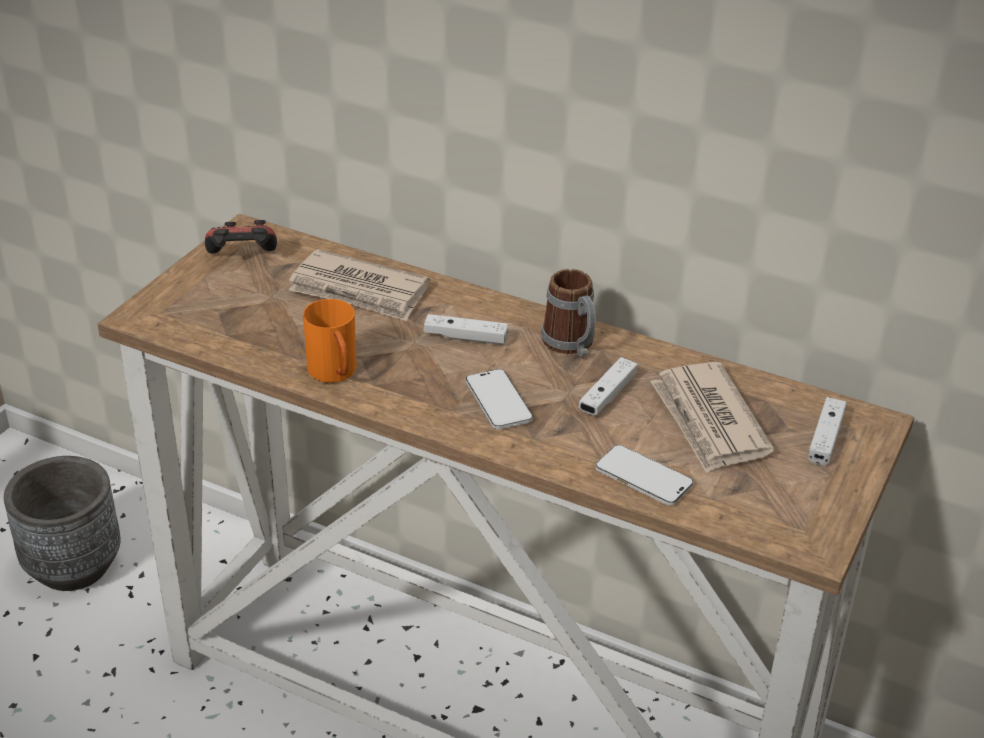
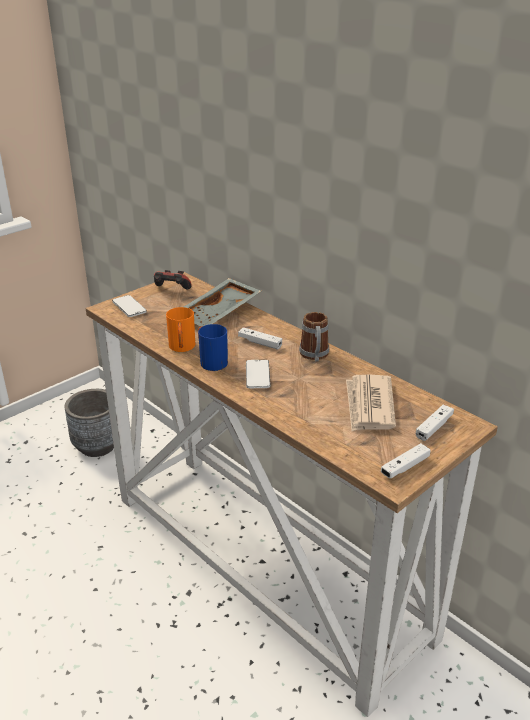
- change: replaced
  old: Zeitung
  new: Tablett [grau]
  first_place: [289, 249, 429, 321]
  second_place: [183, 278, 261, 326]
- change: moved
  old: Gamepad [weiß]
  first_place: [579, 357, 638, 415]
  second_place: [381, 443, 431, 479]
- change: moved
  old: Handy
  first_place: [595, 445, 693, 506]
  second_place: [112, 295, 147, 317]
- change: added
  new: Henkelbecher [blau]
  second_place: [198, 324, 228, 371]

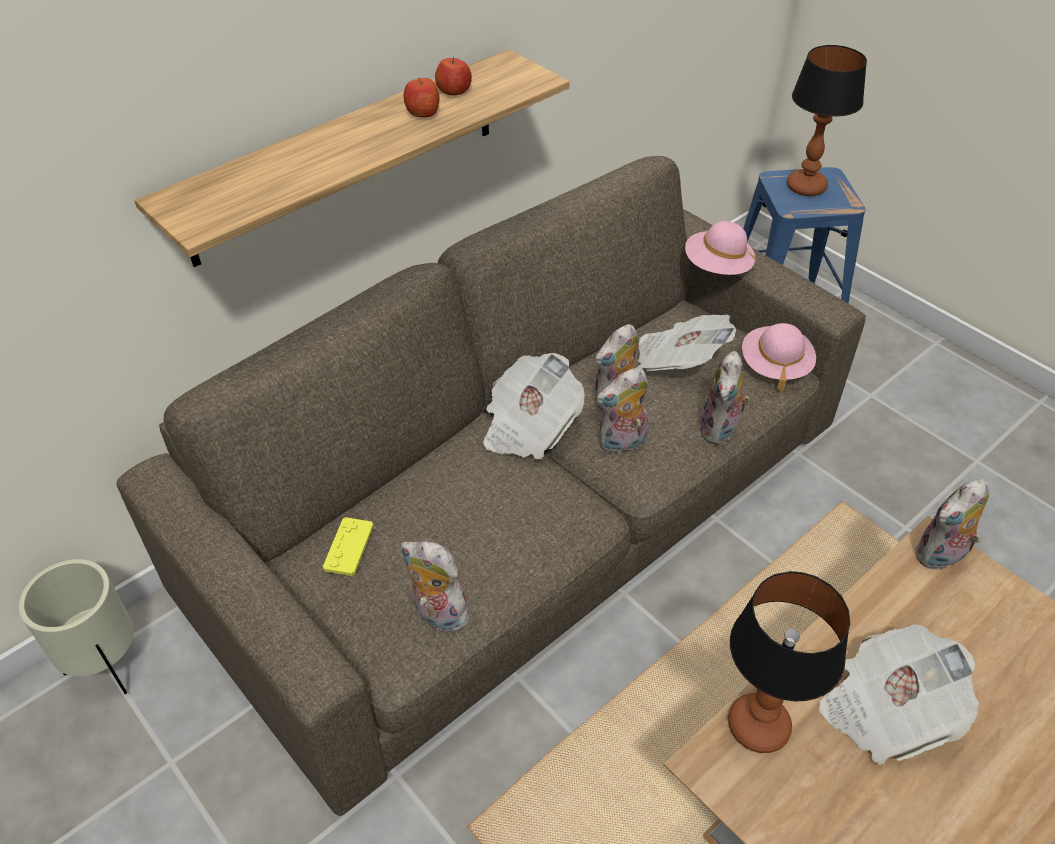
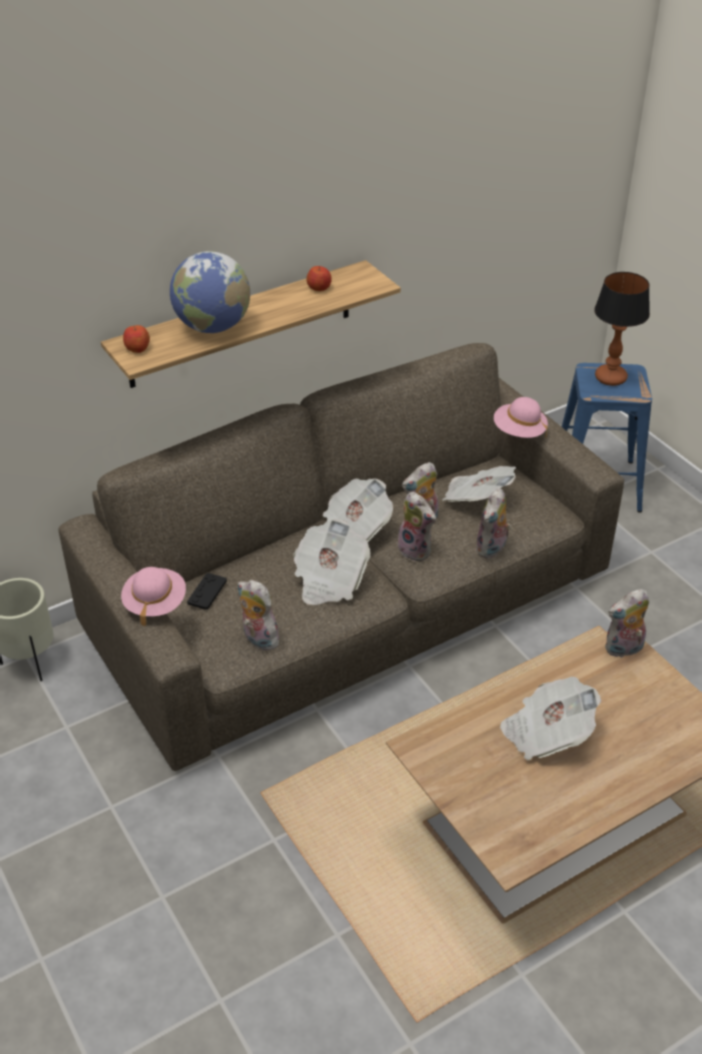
- change: recoloured
  old: Gamepad [gelb]
  new: Gamepad [schwarz]
  first_place: [323, 517, 374, 576]
  second_place: [187, 573, 227, 610]
- change: moved
  old: Apfel
  first_place: [404, 77, 440, 117]
  second_place: [123, 325, 150, 353]
- change: turned
  old: Plüschtier
  first_place: [597, 367, 648, 454]
  second_place: [398, 492, 436, 562]
  degrees: -120
- change: removed
  old: Tischlampe
  first_place: [728, 571, 850, 753]
- change: moved
  old: Hut [rosa]
  first_place: [742, 323, 816, 392]
  second_place: [121, 567, 186, 626]
- change: added
  new: Globus
  second_place: [170, 251, 250, 333]
- change: added
  new: Zeitung
  second_place: [293, 519, 371, 605]

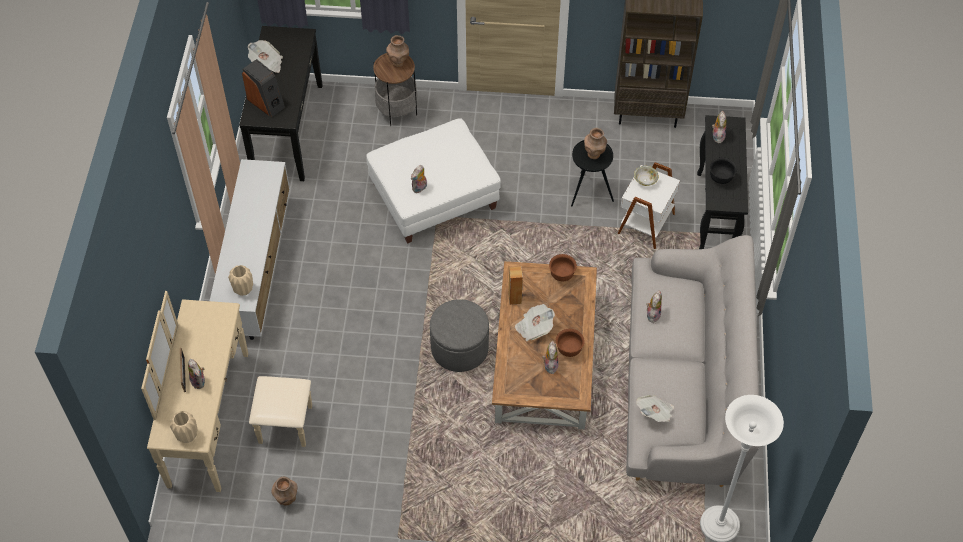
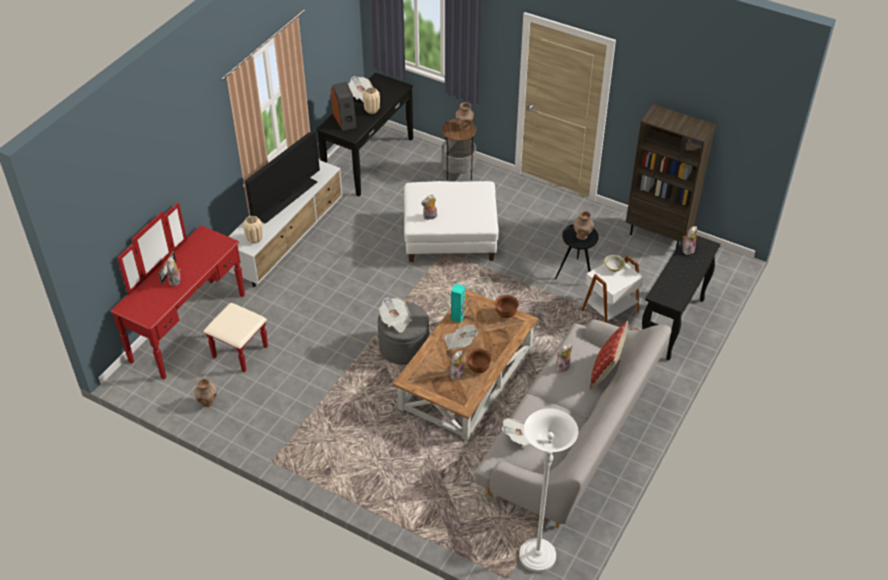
- change: recoloured
  old: Kommode [beige]
  new: Kommode [rot]
  first_place: [141, 291, 312, 492]
  second_place: [110, 202, 268, 379]
- change: moved
  old: Vase [beige]
  first_place: [170, 411, 197, 443]
  second_place: [363, 87, 380, 114]
- change: recoloured
  old: Lautsprecher [braun]
  new: Lautsprecher [türkis]
  first_place: [508, 266, 523, 305]
  second_place: [451, 284, 465, 323]
- change: removed
  old: Schüssel [schwarz]
  first_place: [710, 157, 737, 184]
- change: added
  new: Fernseher
  second_place: [245, 132, 320, 224]
- change: added
  new: Zeitung
  second_place: [379, 297, 412, 333]
- change: added
  new: Kissen
  second_place: [590, 321, 628, 390]

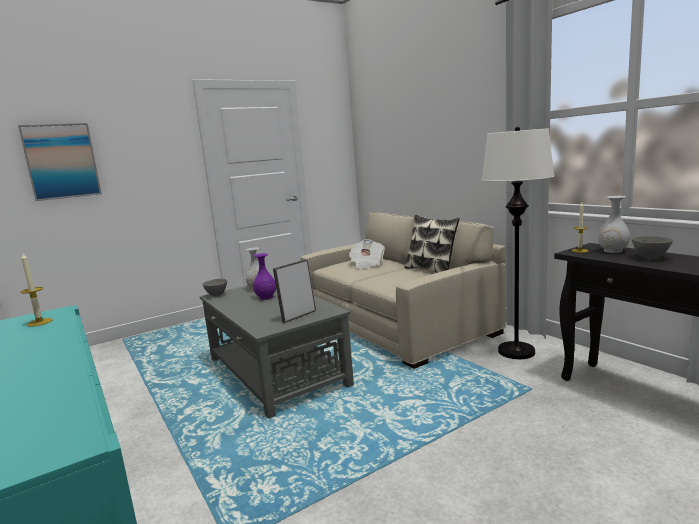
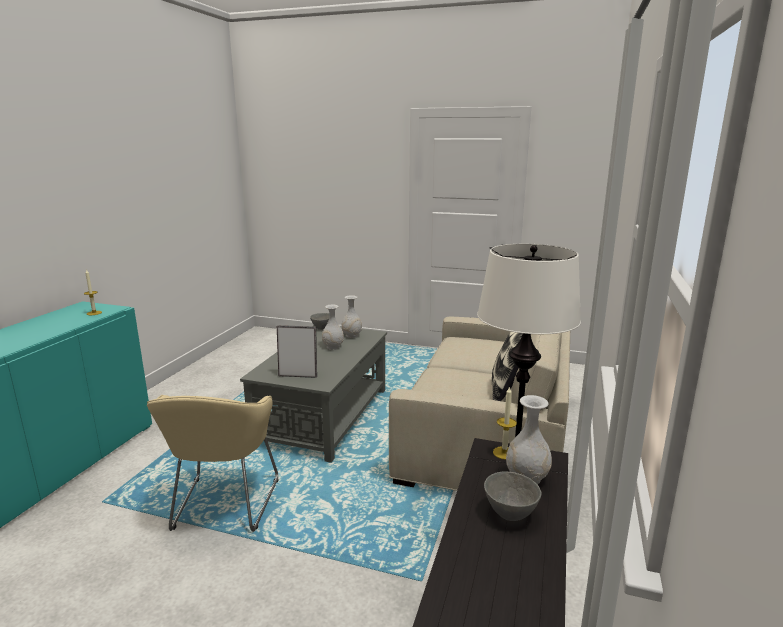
- change: removed
  old: Bild
  first_place: [18, 123, 102, 201]
- change: recoloured
  old: Vase [lila]
  new: Vase [weiß]
  first_place: [253, 253, 276, 300]
  second_place: [322, 304, 344, 349]
- change: removed
  old: Zeitung
  first_place: [349, 239, 385, 269]
- change: added
  new: Sessel [beige]
  second_place: [147, 395, 279, 532]

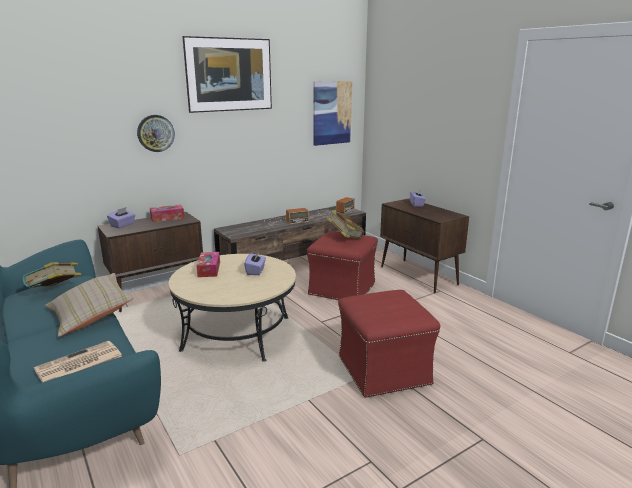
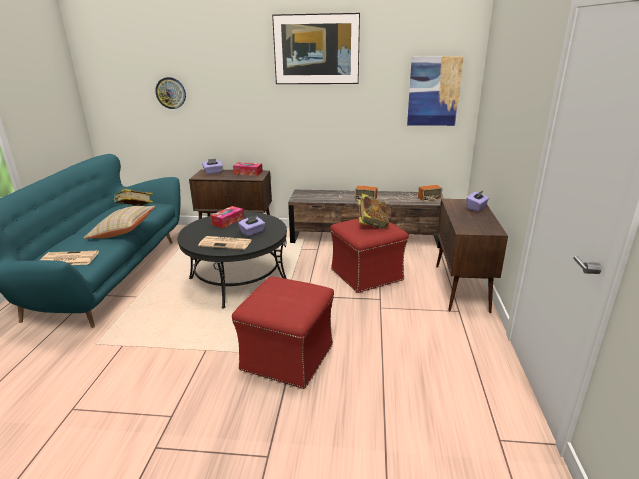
- change: moved
  old: Wanduhr
  first_place: [137, 115, 175, 152]
  second_place: [155, 77, 186, 109]
- change: recoloured
  old: Couchtisch [beige]
  new: Couchtisch [schwarz]
  first_place: [169, 254, 296, 362]
  second_place: [177, 212, 287, 309]
- change: added
  new: Zeitung
  second_place: [198, 236, 252, 250]

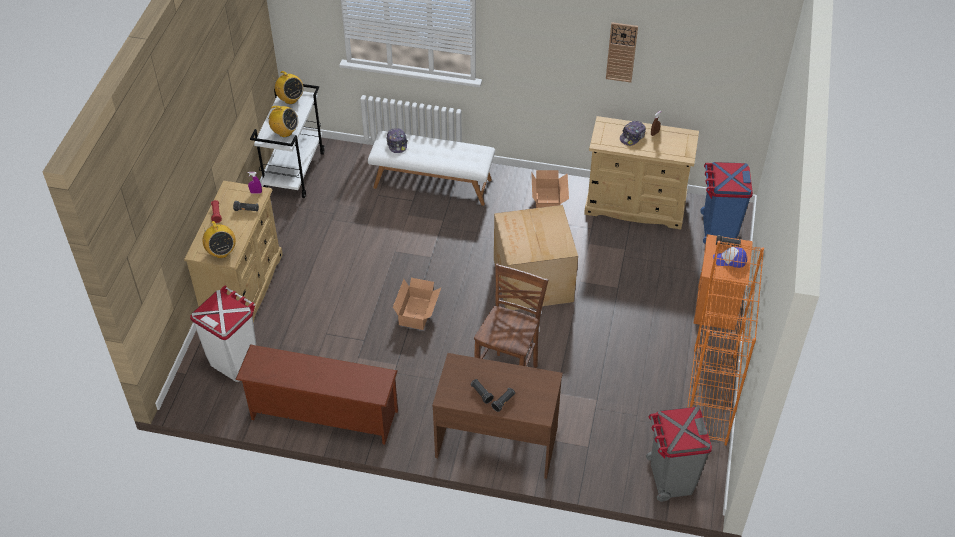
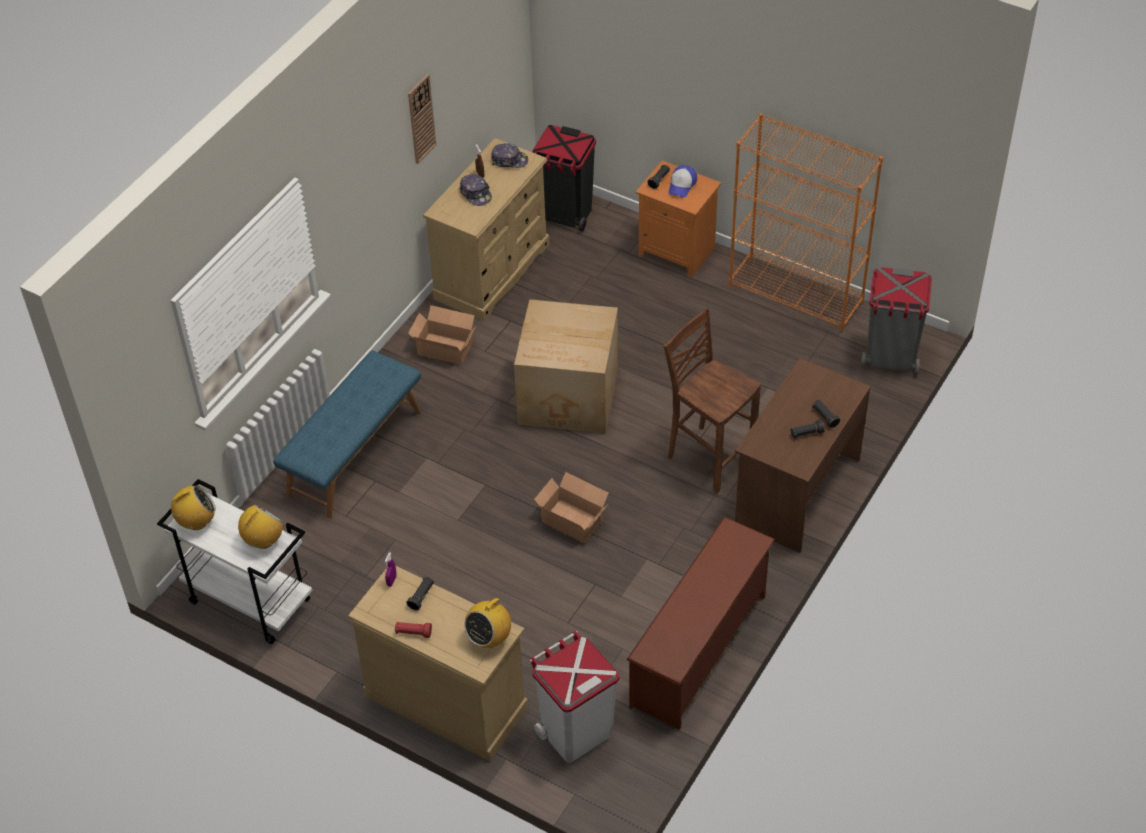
- change: turned
  old: Radio
  first_place: [202, 221, 236, 258]
  second_place: [464, 592, 511, 648]
  degrees: 135
- change: recoloured
  old: Bank [weiß]
  new: Bank [blau]
  first_place: [368, 131, 495, 206]
  second_place: [273, 350, 421, 518]
- change: moved
  old: Kappe
  first_place: [386, 128, 408, 153]
  second_place: [491, 143, 528, 168]
- change: recoloured
  old: Mülleimer [blau]
  new: Mülleimer [schwarz]
  first_place: [700, 162, 753, 244]
  second_place: [532, 125, 596, 231]

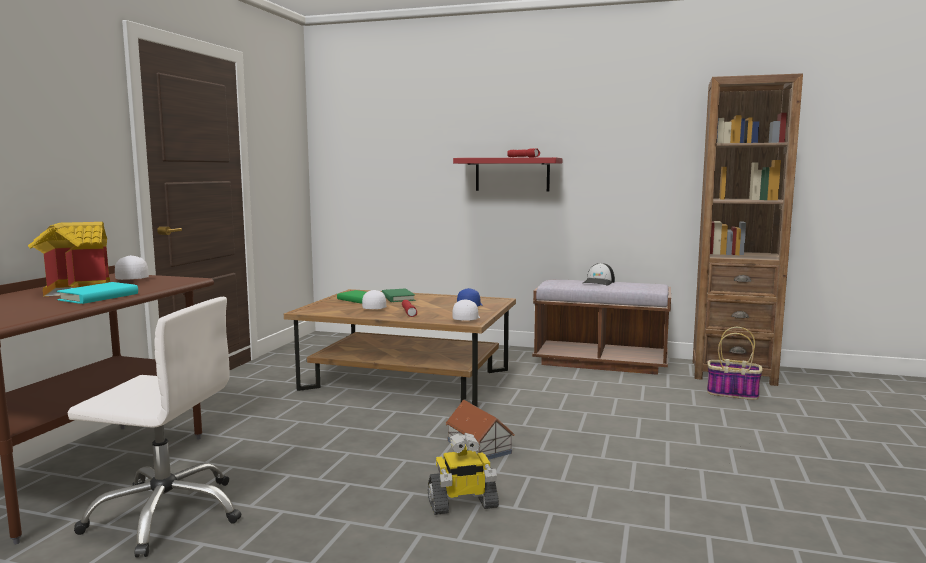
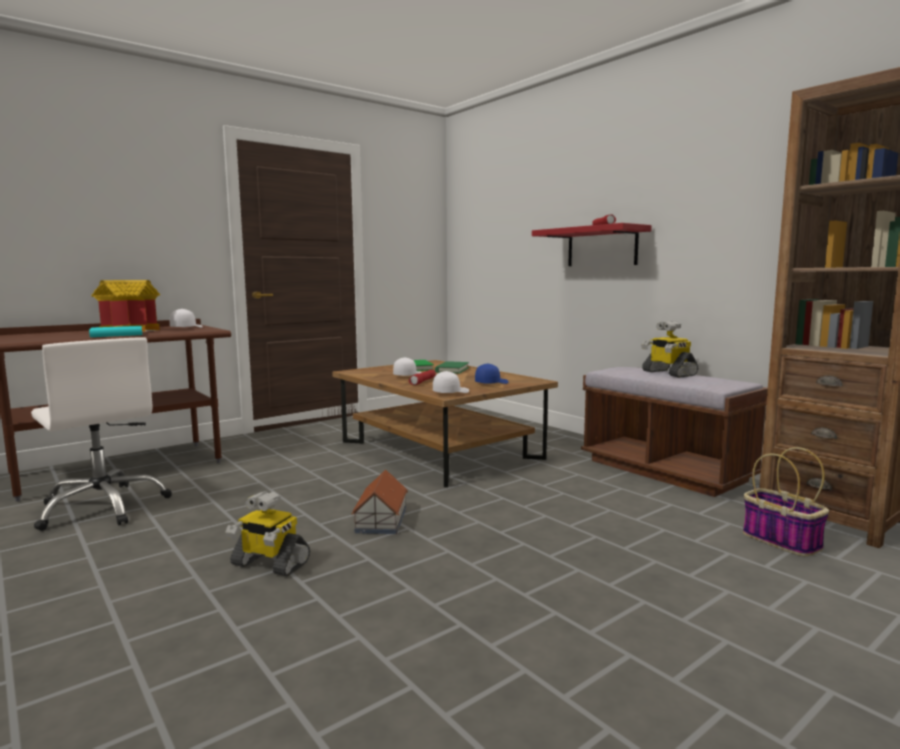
- change: replaced
  old: Kappe
  new: Spielzeugroboter
  first_place: [583, 263, 615, 285]
  second_place: [641, 321, 698, 378]

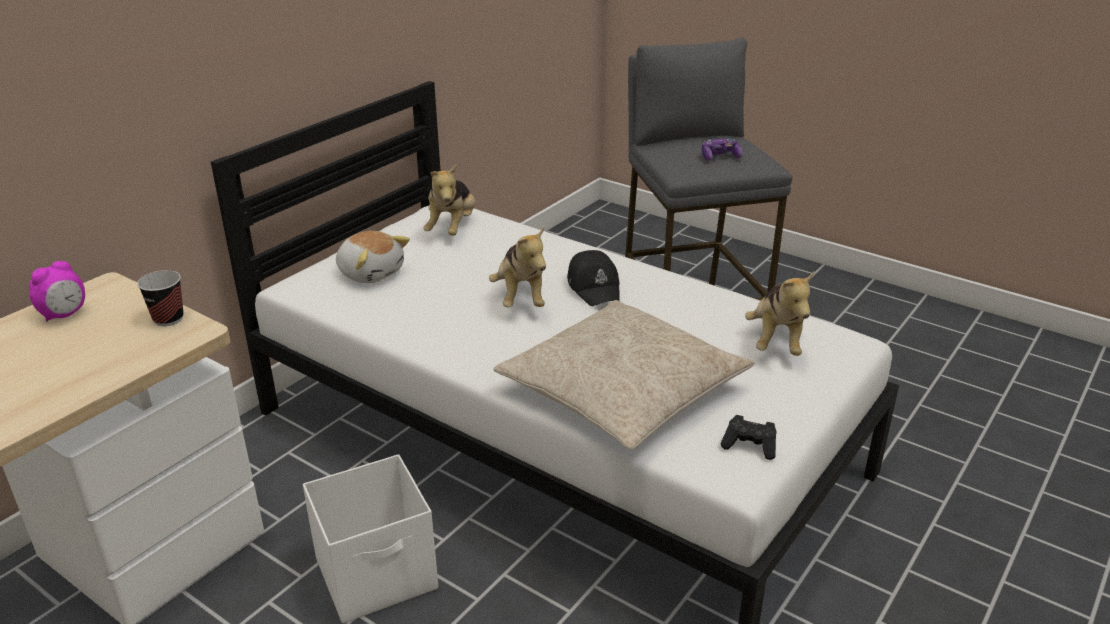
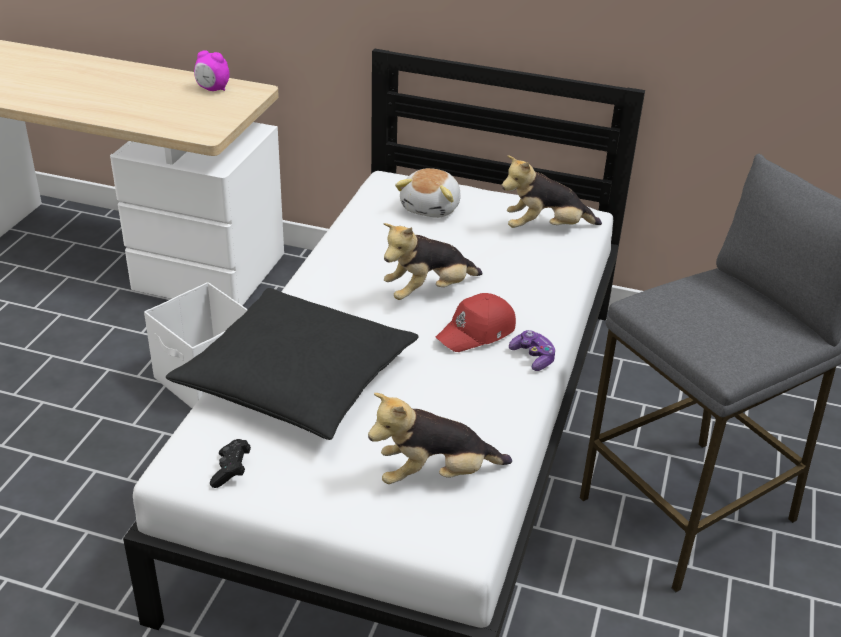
- change: removed
  old: Tasse
  first_place: [137, 270, 184, 326]
- change: recoloured
  old: Kissen [beige]
  new: Kissen [schwarz]
  first_place: [493, 300, 755, 450]
  second_place: [166, 288, 419, 440]
- change: recoloured
  old: Kappe [schwarz]
  new: Kappe [rot]
  first_place: [567, 250, 620, 306]
  second_place: [436, 293, 516, 352]
- change: moved
  old: Gamepad
  first_place: [702, 139, 743, 161]
  second_place: [509, 330, 556, 371]

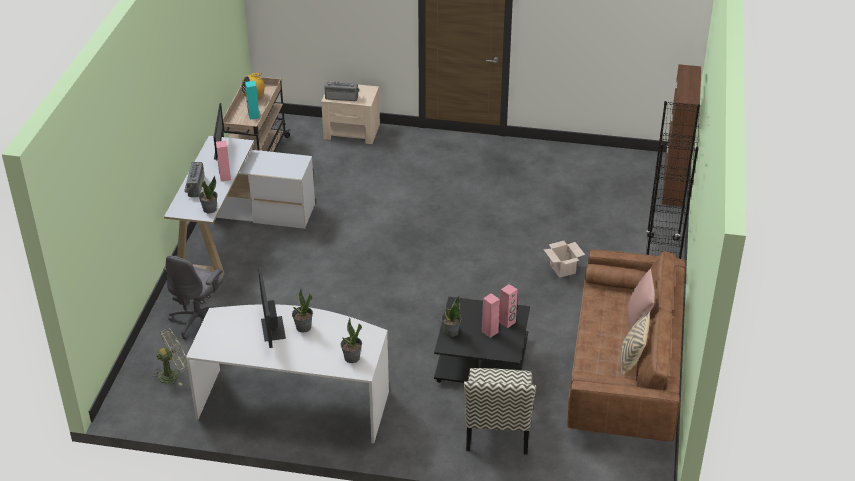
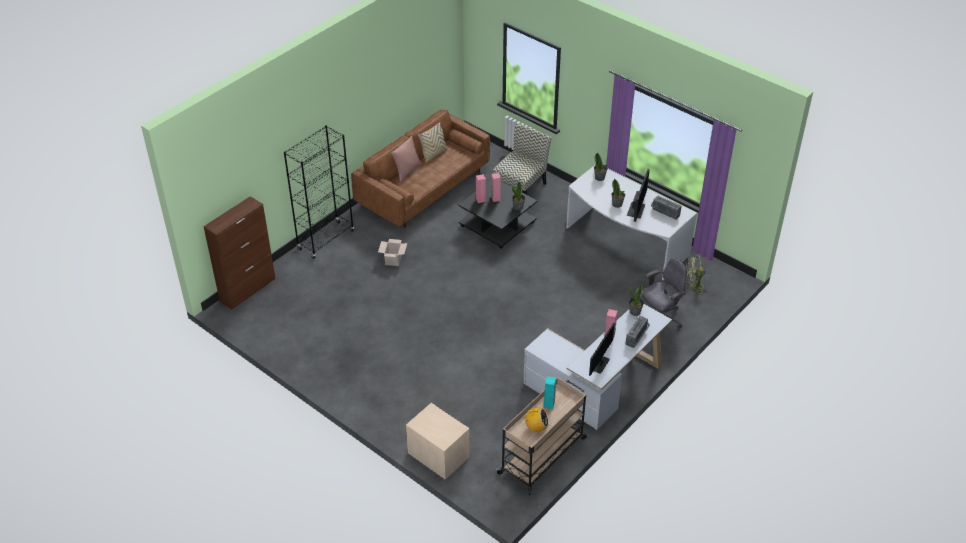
- change: moved
  old: Radio
  first_place: [324, 81, 359, 101]
  second_place: [651, 195, 681, 220]

